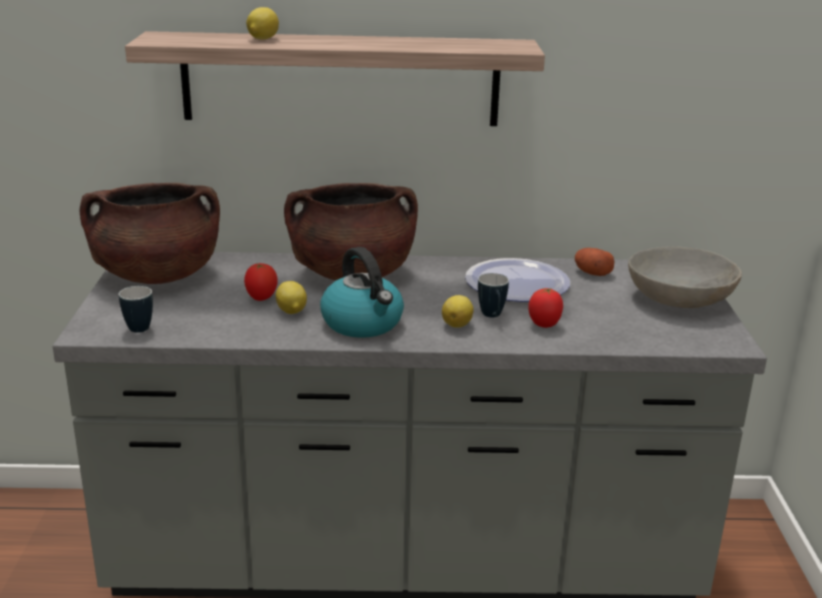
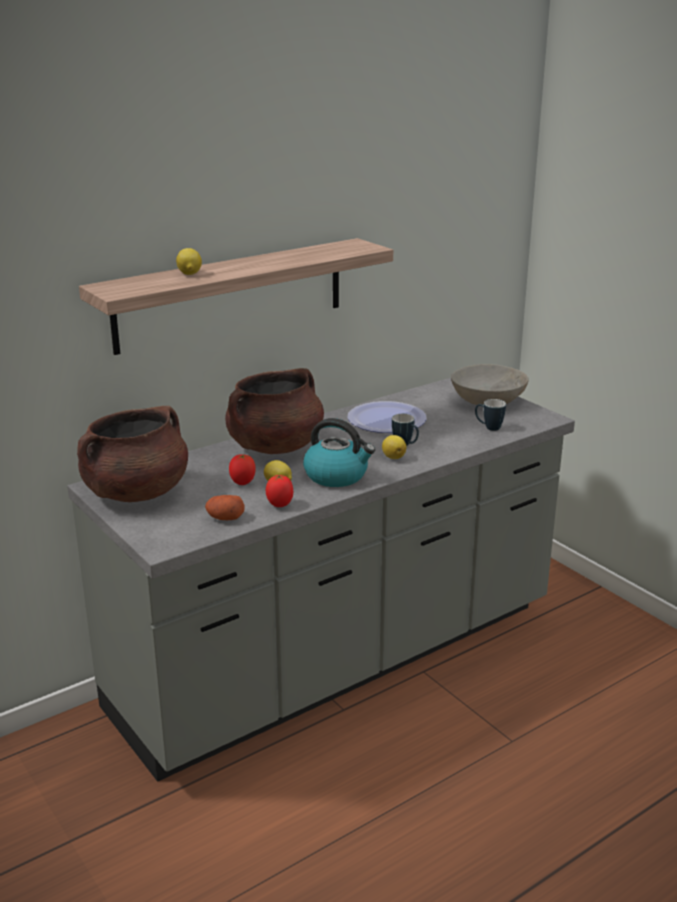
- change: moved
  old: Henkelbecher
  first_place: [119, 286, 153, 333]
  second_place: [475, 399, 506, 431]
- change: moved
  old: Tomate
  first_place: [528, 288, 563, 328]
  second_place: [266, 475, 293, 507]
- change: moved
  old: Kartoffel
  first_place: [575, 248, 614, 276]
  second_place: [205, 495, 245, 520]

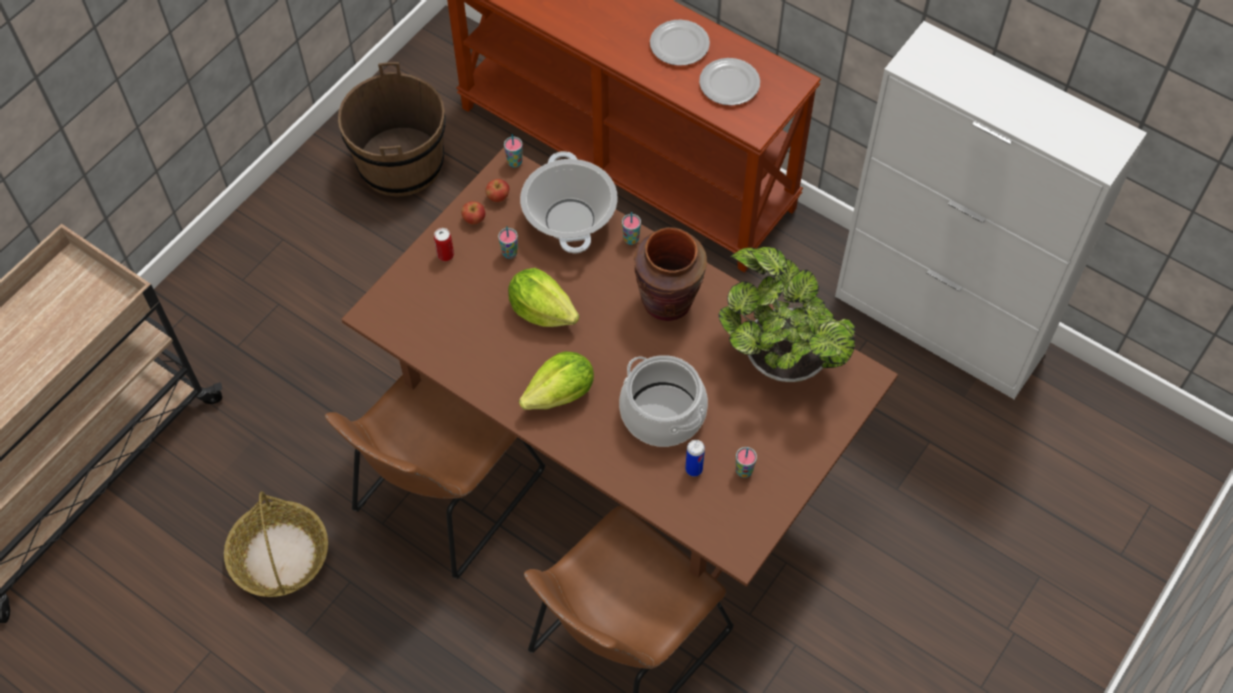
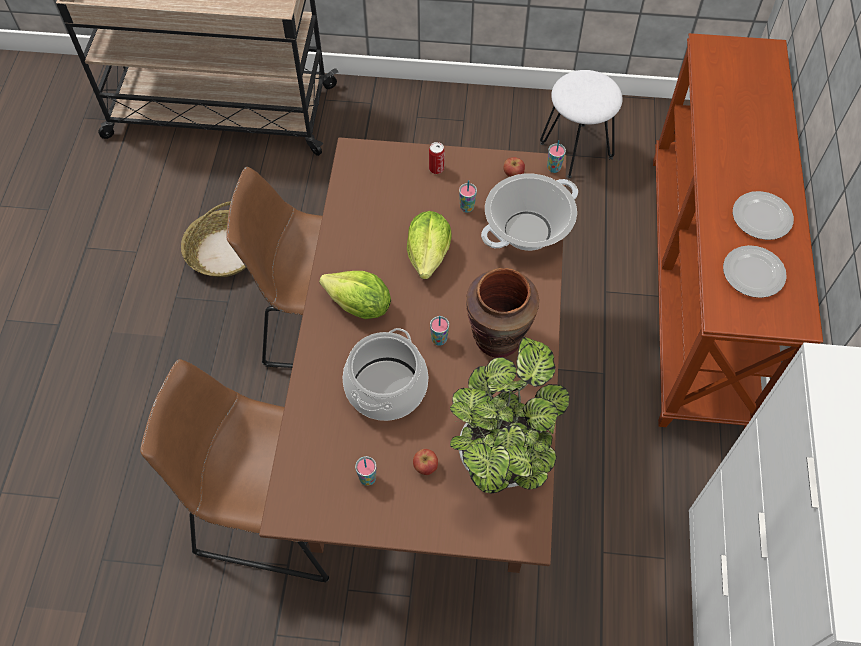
- change: replaced
  old: Eimer [braun]
  new: Hocker [weiß]
  first_place: [338, 62, 446, 196]
  second_place: [540, 70, 622, 179]
- change: moved
  old: Apfel
  first_place: [461, 201, 485, 225]
  second_place: [413, 449, 438, 475]
- change: moved
  old: Tasse
  first_place: [622, 212, 641, 245]
  second_place: [430, 316, 449, 346]
- change: removed
  old: Dose
  first_place: [685, 440, 705, 477]

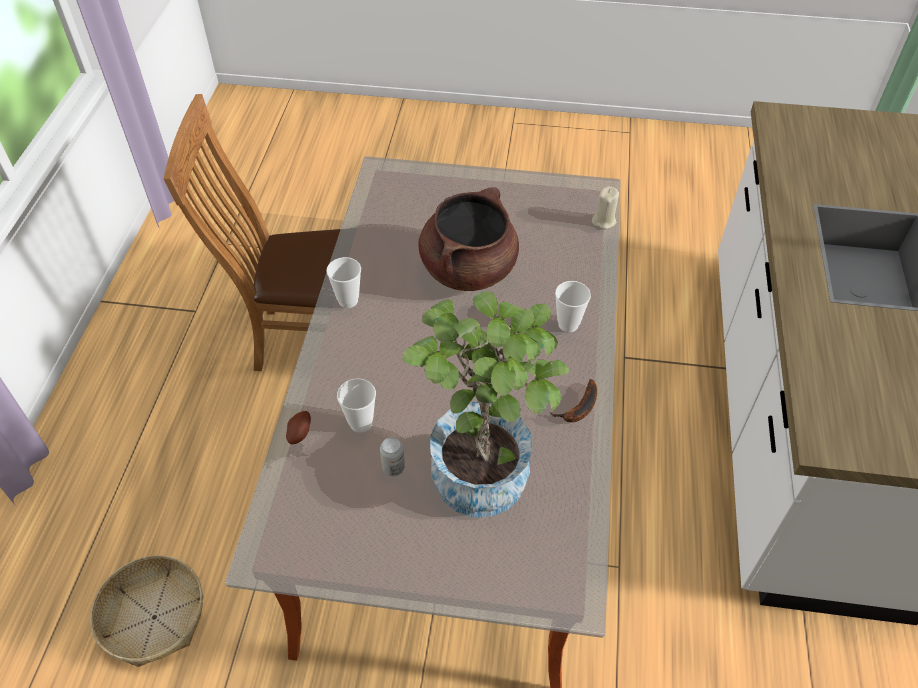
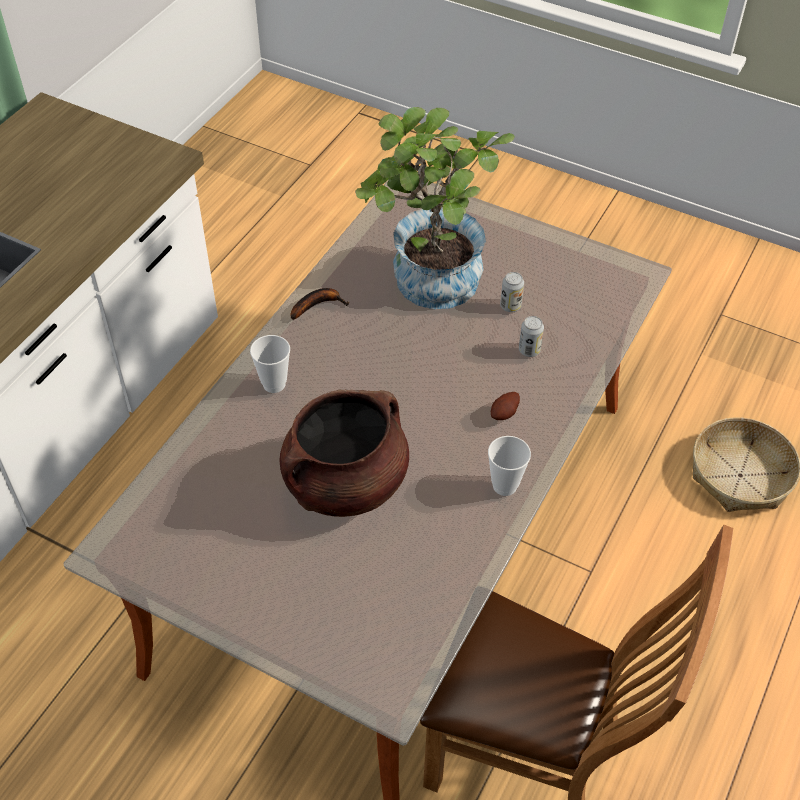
- change: moved
  old: Kartoffel
  first_place: [286, 411, 311, 444]
  second_place: [491, 392, 520, 420]
- change: replaced
  old: Tasse
  new: Dose
  first_place: [337, 378, 376, 433]
  second_place: [519, 316, 544, 357]
- change: removed
  old: Kerze [beige]
  first_place: [592, 186, 619, 229]

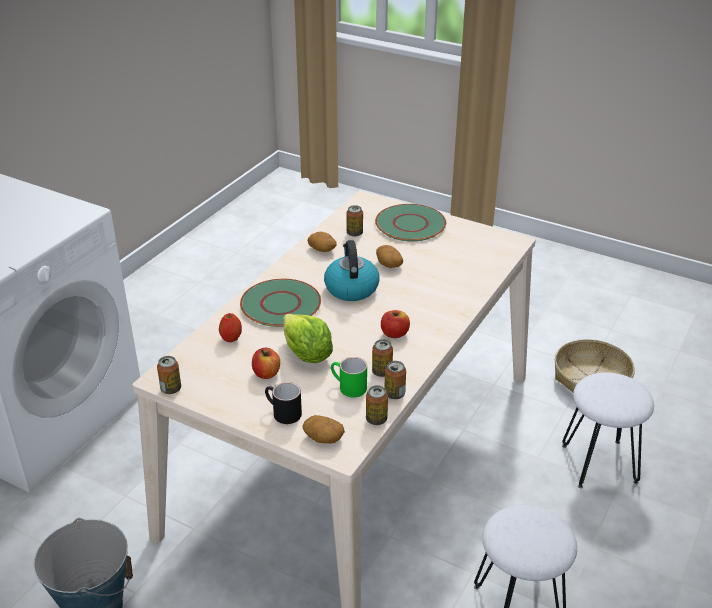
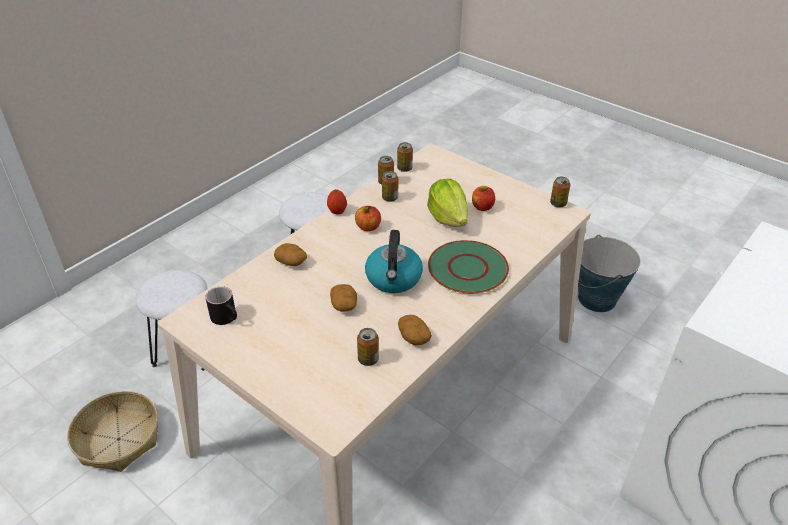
- change: moved
  old: Apfel
  first_place: [219, 313, 242, 342]
  second_place: [327, 189, 347, 215]
- change: moved
  old: Henkelbecher [schwarz]
  first_place: [265, 382, 302, 424]
  second_place: [205, 286, 237, 325]
- change: moved
  old: Kartoffel
  first_place: [303, 415, 345, 444]
  second_place: [274, 243, 307, 266]
- change: removed
  old: Henkelbecher [grün]
  first_place: [331, 357, 367, 397]
- change: removed
  old: Teller [grün]
  first_place: [375, 204, 446, 241]

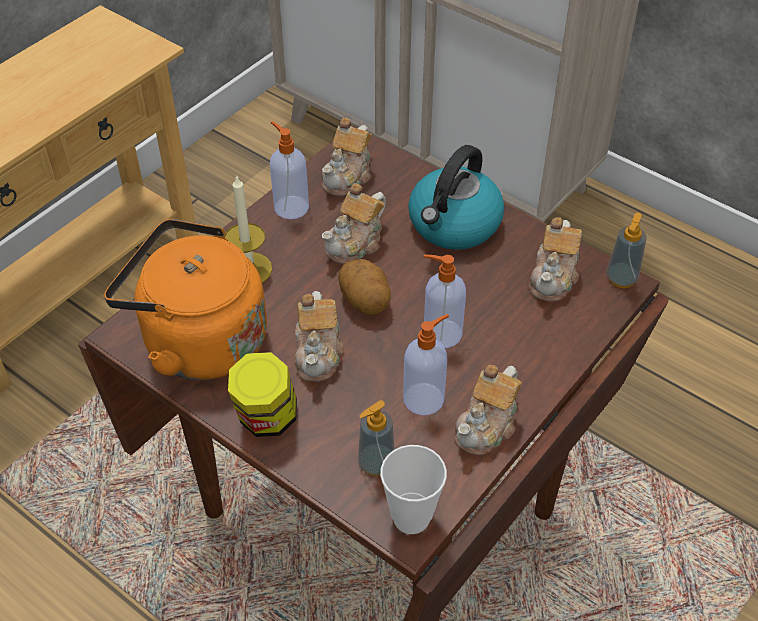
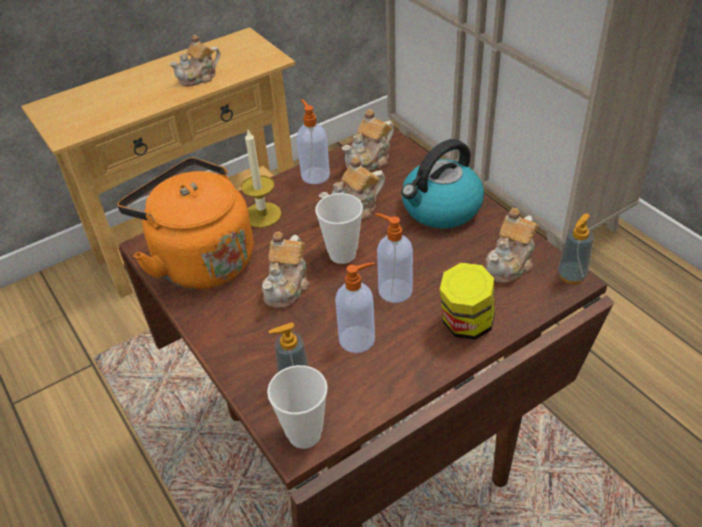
- change: moved
  old: Vorratsglas
  first_place: [228, 352, 297, 437]
  second_place: [440, 263, 495, 340]
- change: replaced
  old: Kartoffel
  new: Tasse
  first_place: [338, 259, 391, 316]
  second_place: [315, 193, 363, 264]
- change: moved
  old: Teekanne
  first_place: [454, 365, 521, 455]
  second_place: [169, 35, 220, 86]

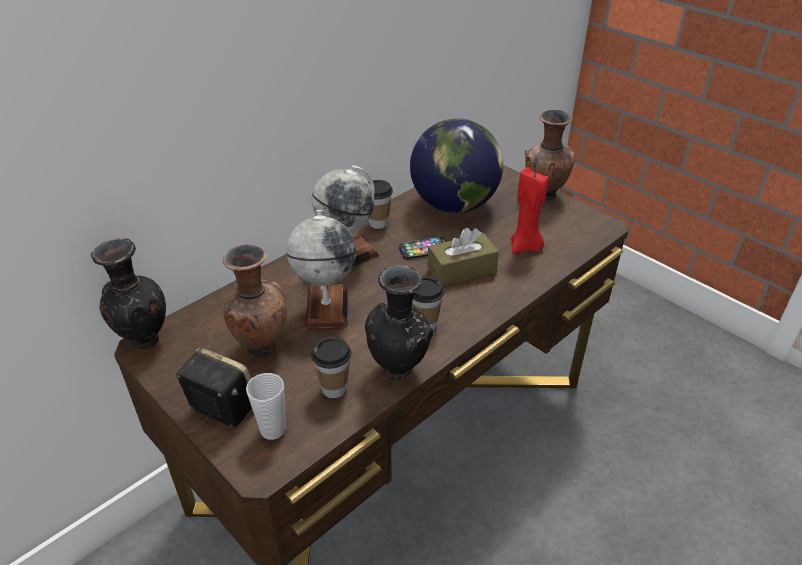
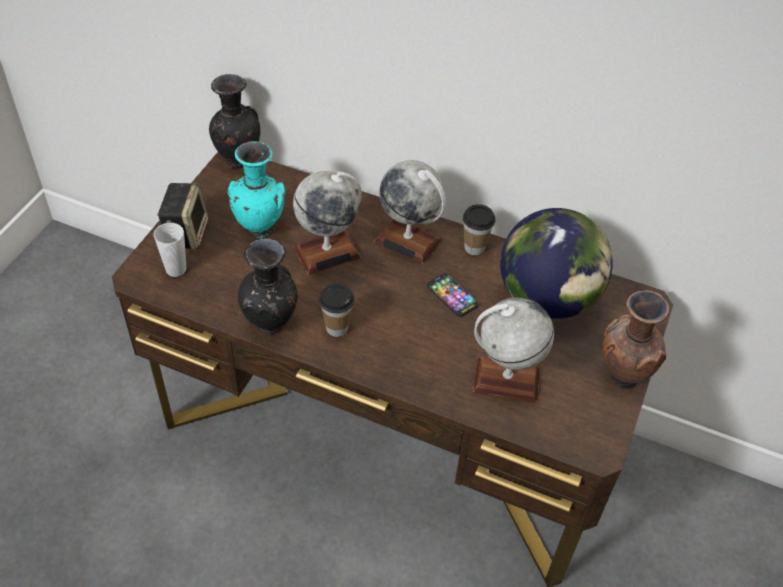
- change: recoloured
  old: Vase [braun]
  new: Vase [türkis]
  first_place: [223, 244, 287, 357]
  second_place: [228, 141, 285, 239]
- change: removed
  old: Tasse
  first_place: [311, 336, 351, 398]
- change: removed
  old: Taschentuchbox [braun]
  first_place: [428, 228, 499, 286]
- change: replaced
  old: Kerze [rot]
  new: Globus
  first_place: [511, 167, 549, 254]
  second_place: [473, 297, 554, 403]

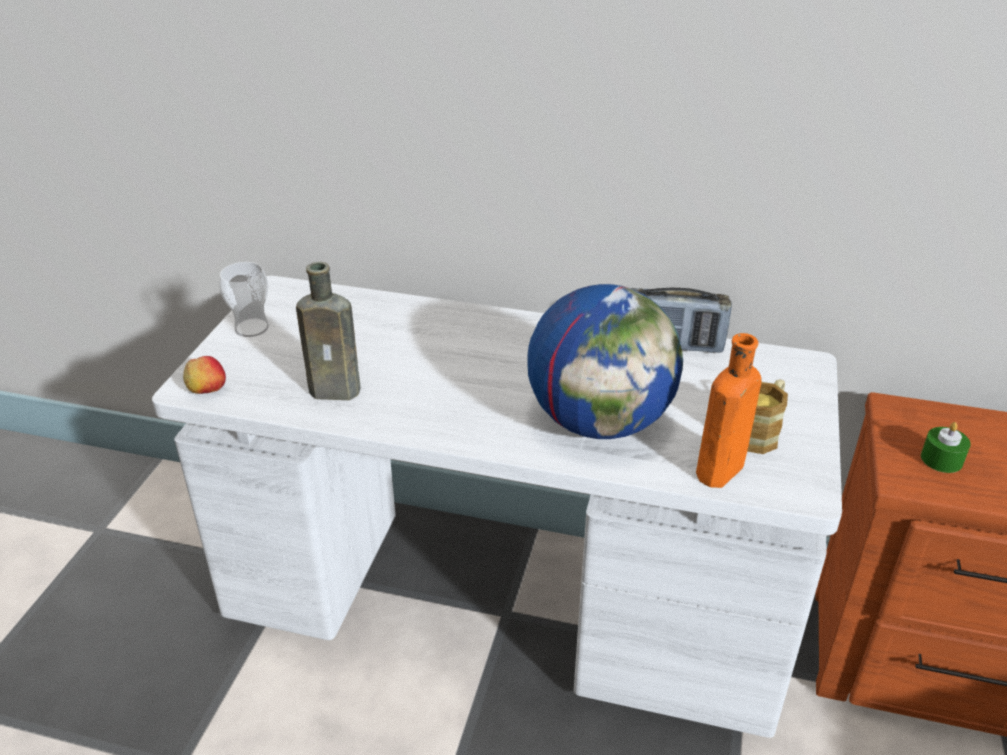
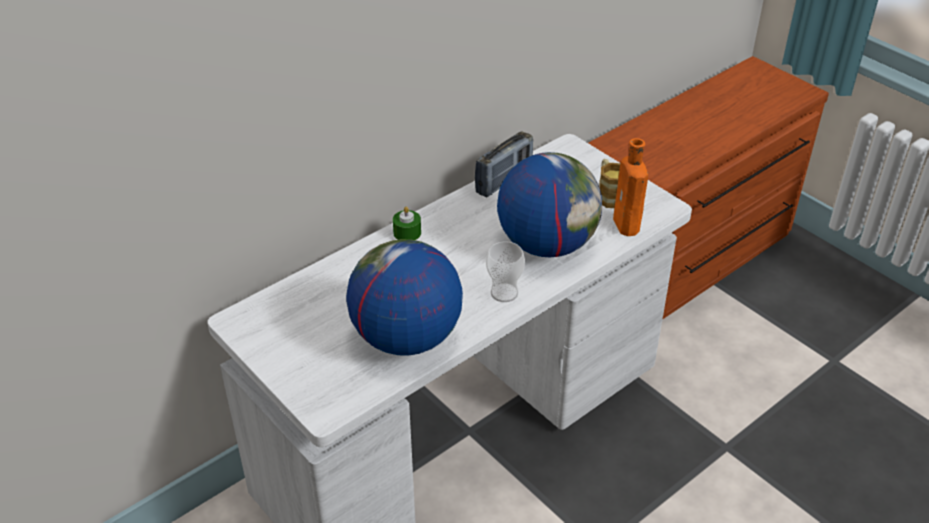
- change: removed
  old: Apfel
  first_place: [183, 356, 226, 394]
- change: moved
  old: Tasse
  first_place: [219, 262, 269, 337]
  second_place: [486, 241, 525, 302]
- change: replaced
  old: Flasche [braun]
  new: Globus
  first_place: [296, 262, 361, 400]
  second_place: [346, 239, 463, 356]
- change: moved
  old: Kerze [grün]
  first_place: [921, 422, 971, 473]
  second_place: [393, 207, 421, 240]

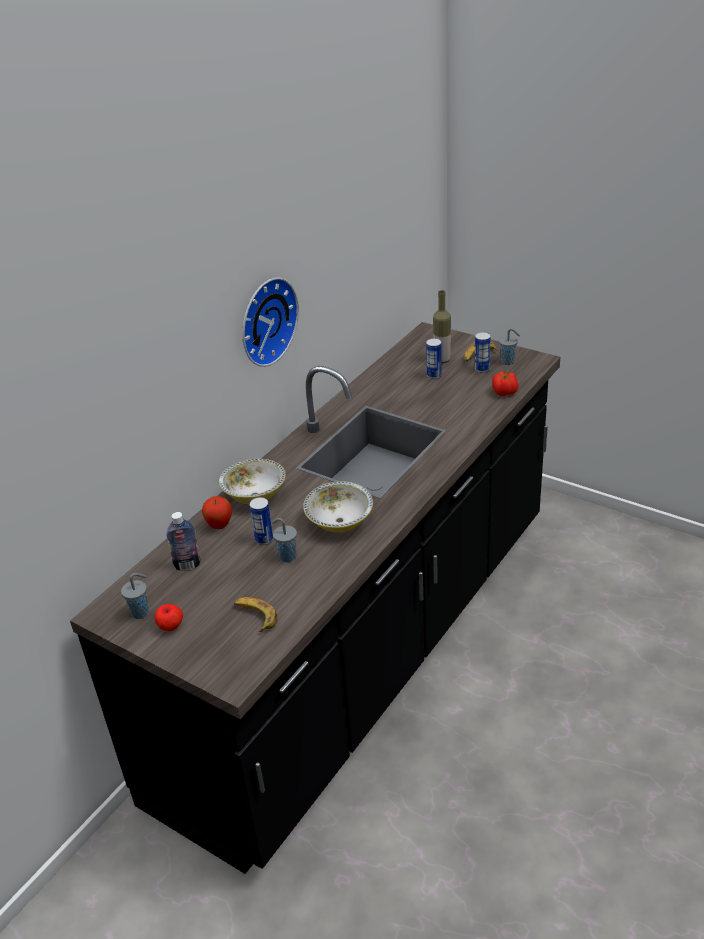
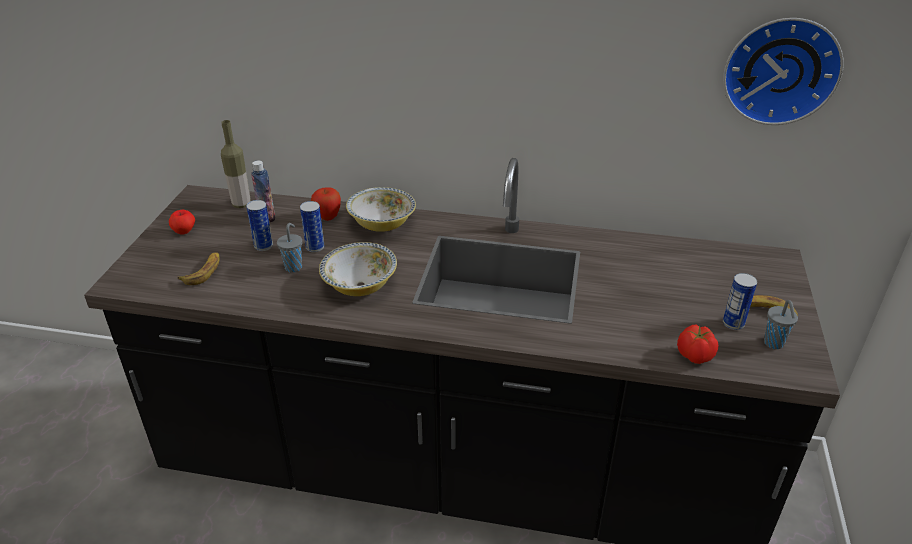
- change: removed
  old: Tasse [grau]
  first_place: [121, 573, 149, 619]
- change: moved
  old: Wanduhr
  first_place: [242, 277, 299, 367]
  second_place: [723, 18, 844, 125]
- change: moved
  old: Dose
  first_place: [426, 338, 442, 379]
  second_place: [246, 200, 273, 251]
- change: moved
  old: Flasche
  first_place: [433, 290, 451, 364]
  second_place: [221, 120, 251, 208]

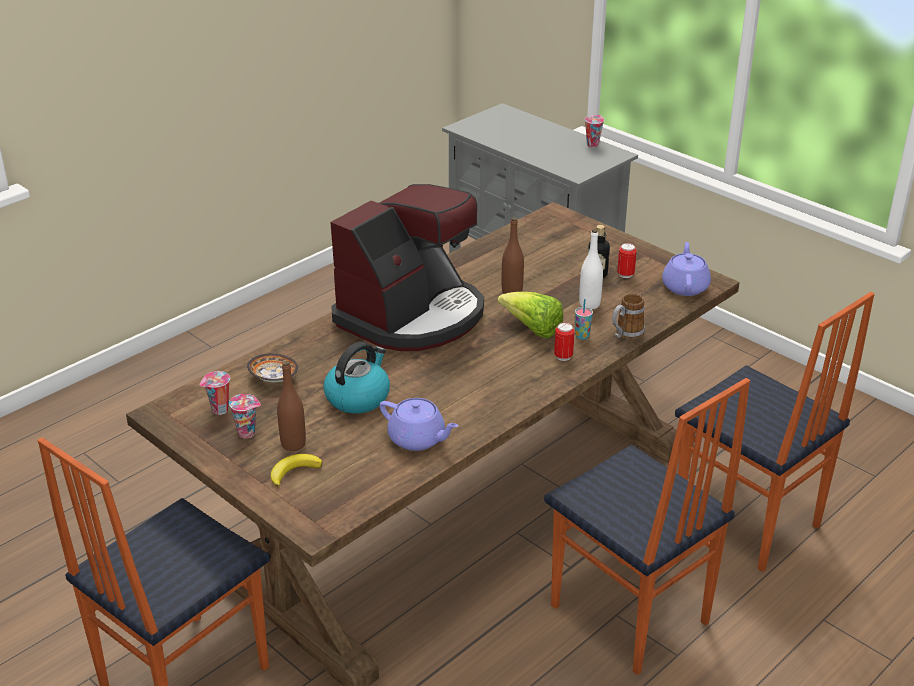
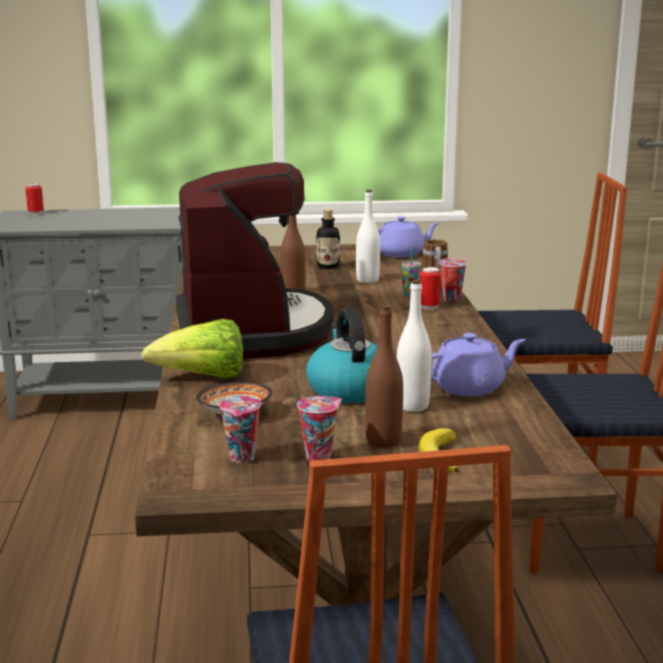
- change: moved
  old: Salatkopf
  first_place: [498, 292, 563, 339]
  second_place: [142, 319, 243, 378]
- change: moved
  old: Tasse
  first_place: [585, 115, 604, 147]
  second_place: [439, 258, 467, 302]
- change: moved
  old: Dose
  first_place: [617, 243, 637, 278]
  second_place: [25, 183, 44, 215]
- change: turned
  old: Teekanne [lila]
  first_place: [662, 242, 711, 296]
  second_place: [378, 216, 440, 257]
  degrees: 120
- change: added
  new: Flasche [weiß]
  second_place: [397, 280, 432, 412]

